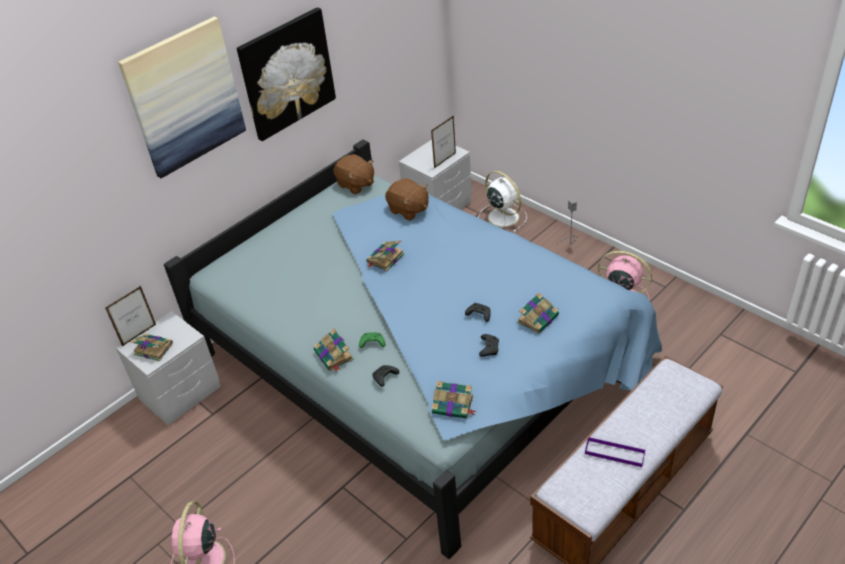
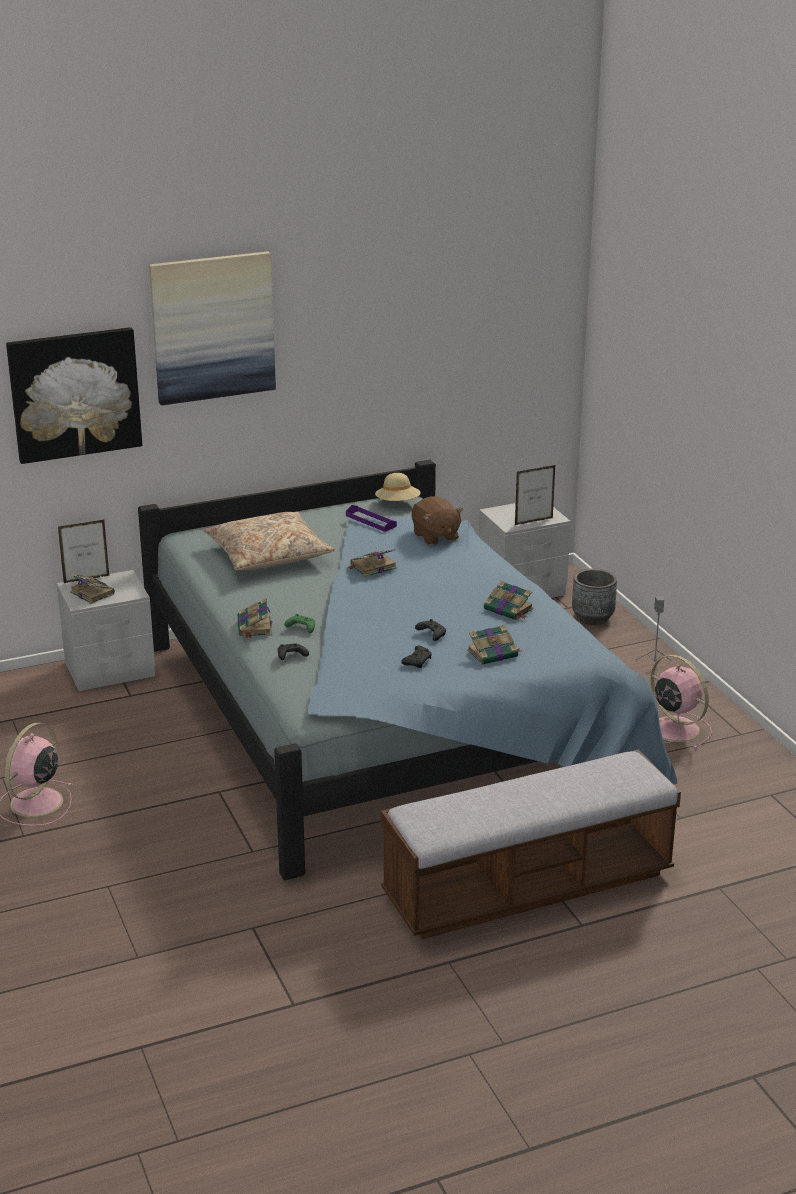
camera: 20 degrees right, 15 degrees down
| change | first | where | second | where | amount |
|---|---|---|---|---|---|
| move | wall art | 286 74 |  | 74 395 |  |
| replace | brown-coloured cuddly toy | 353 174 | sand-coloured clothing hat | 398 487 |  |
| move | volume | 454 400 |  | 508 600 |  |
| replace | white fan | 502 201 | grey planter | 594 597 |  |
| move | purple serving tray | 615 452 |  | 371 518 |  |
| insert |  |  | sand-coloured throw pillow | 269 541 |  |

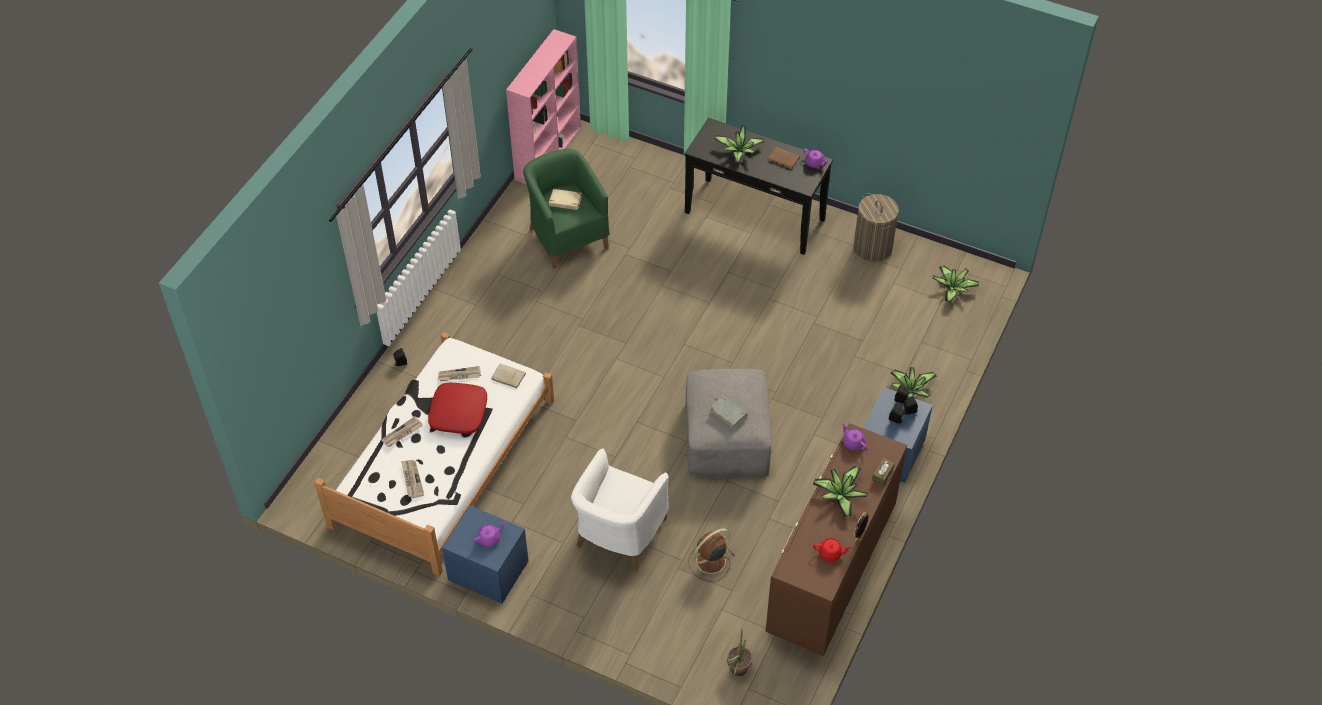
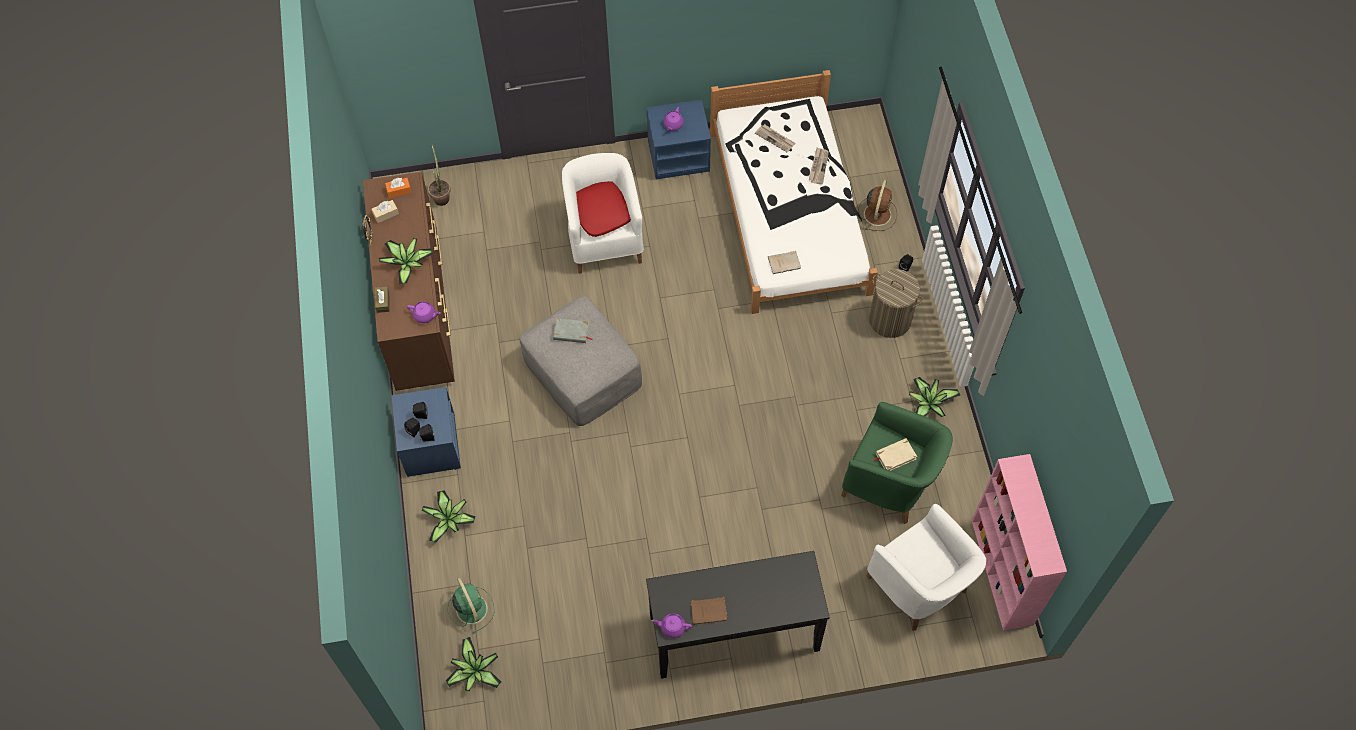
camera: 145 degrees right, 10 degrees up
| change | first | where | second | where | amount |
|---|---|---|---|---|---|
| move | red throw pillow | 457 408 |  | 603 209 |  |
| delete | printed paper | 459 373 |  |  |  |
| move | brown-coloured fan | 711 555 |  | 877 205 |  |
| move | plant in a pot | 739 144 |  | 934 397 |  |
| replace | red tea pot | 832 549 | sand-coloured tissue box | 385 211 |  |
| move | laundry basket | 876 227 |  | 896 303 |  |
| insert |  |  | orange tissue box | 398 188 |  |
| insert |  |  | greenish fan | 471 605 |  |
| insert |  |  | white armchair | 926 567 |  |

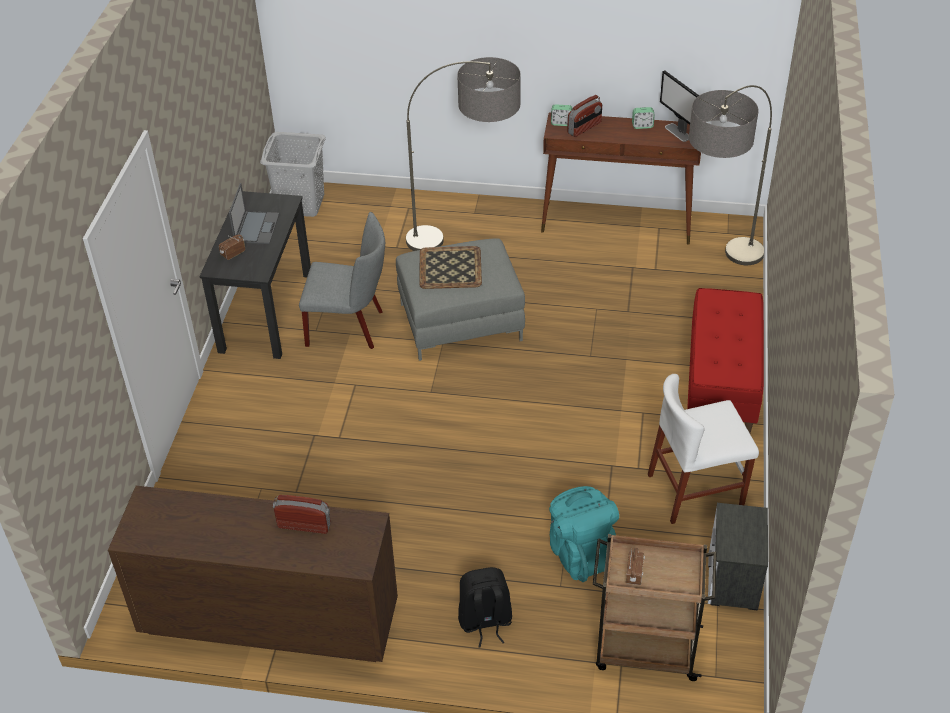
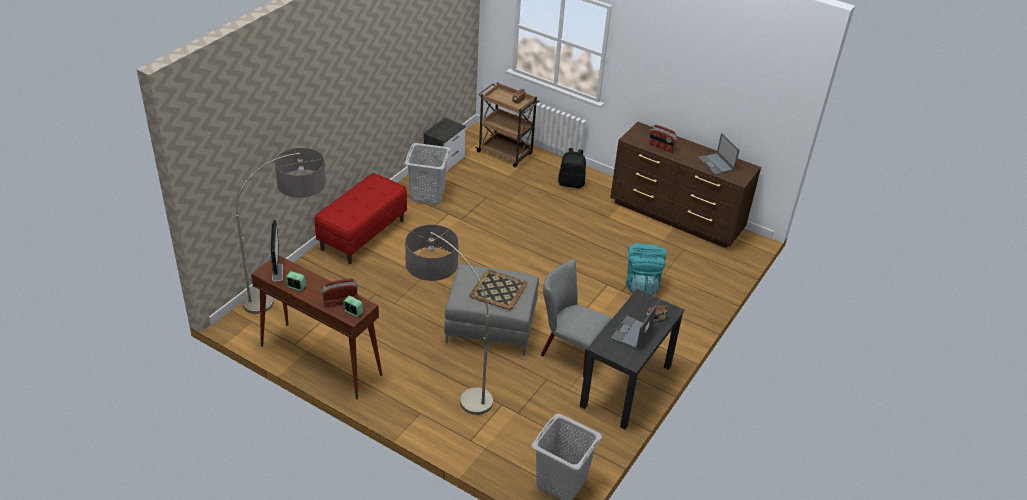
camera: 160 degrees left, 5 degrees down
| change | first | where | second | where | amount |
|---|---|---|---|---|---|
| move | blue-green backpack | 584 534 |  | 645 269 |  |
| replace | white chair | 703 449 | grey laundry basket | 428 174 |  |
| insert |  |  | portable computer | 718 154 |  |

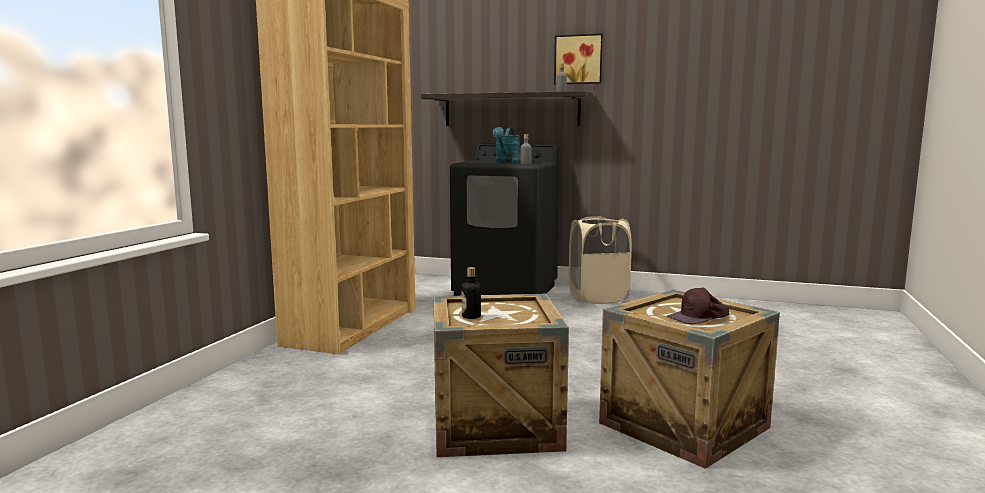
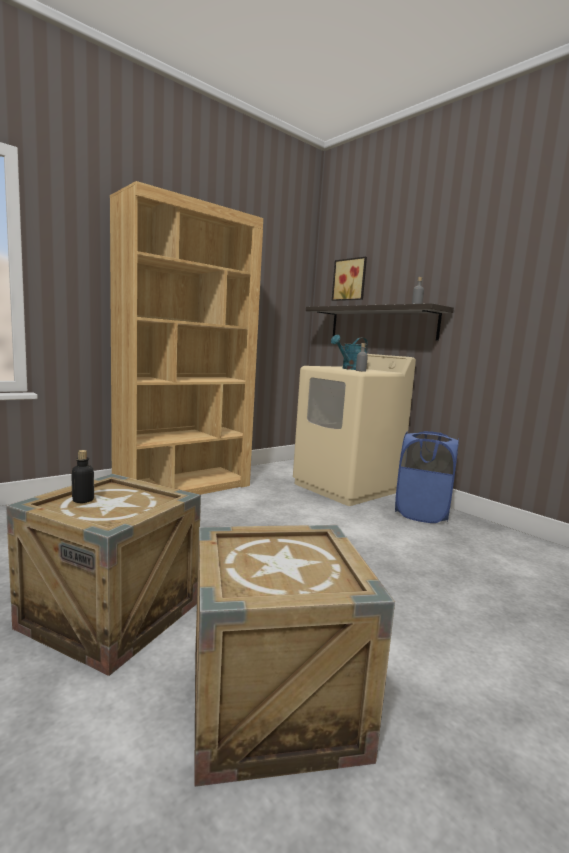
camera: 30 degrees right, 0 degrees up
| change | first | where | second | where | amount |
|---|---|---|---|---|---|
| recolor | blackish washing machine | 504 220 | sand-coloured washing machine | 354 430 |  |
| move | wall art | 578 58 |  | 349 279 |  |
| recolor | sand-coloured laundry basket | 600 260 | blue-coloured laundry basket | 427 477 |  |
| delete | brown-coloured cap | 698 305 |  |  |  |

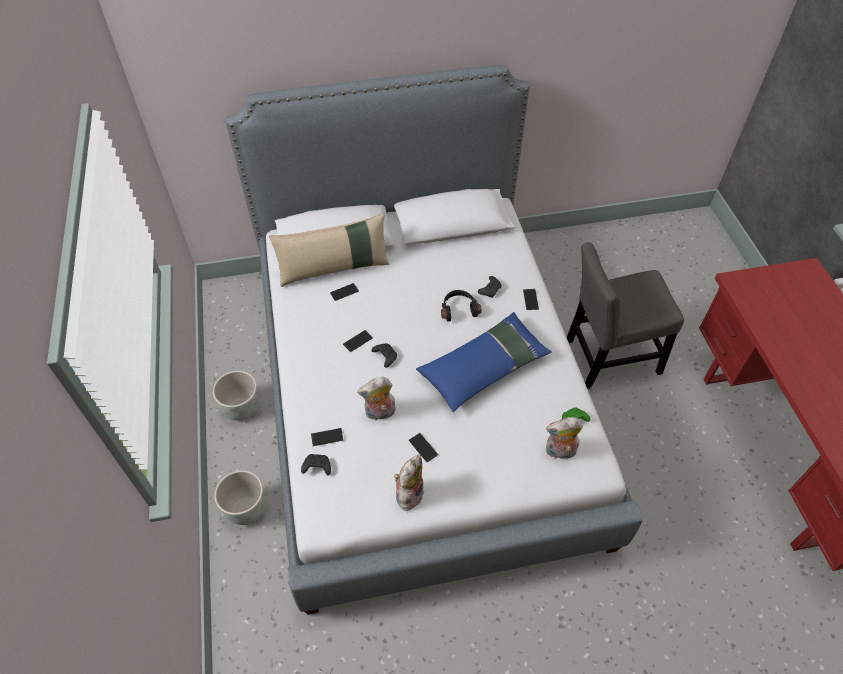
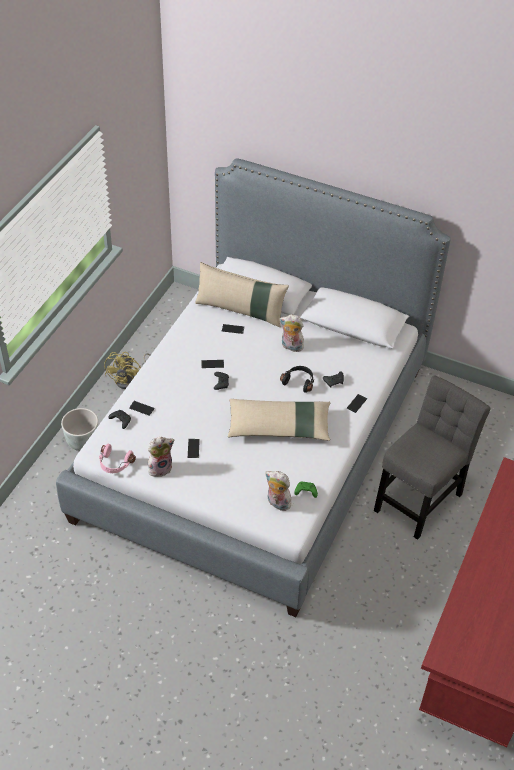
camera: 35 degrees right, 5 degrees down
| change | first | where | second | where | amount |
|---|---|---|---|---|---|
| replace | grey planter | 236 396 | yellowish fan | 127 370 |  |
| move | cuddly toy | 376 398 |  | 291 333 |  |
| recolor | blue-coloured throw pillow | 484 362 | sand-coloured throw pillow | 279 420 |  |
| rotate | grey chair | 625 315 |  | 432 458 | 105 degrees clockwise |
| insert |  |  | pink-coloured headset | 117 458 |  |

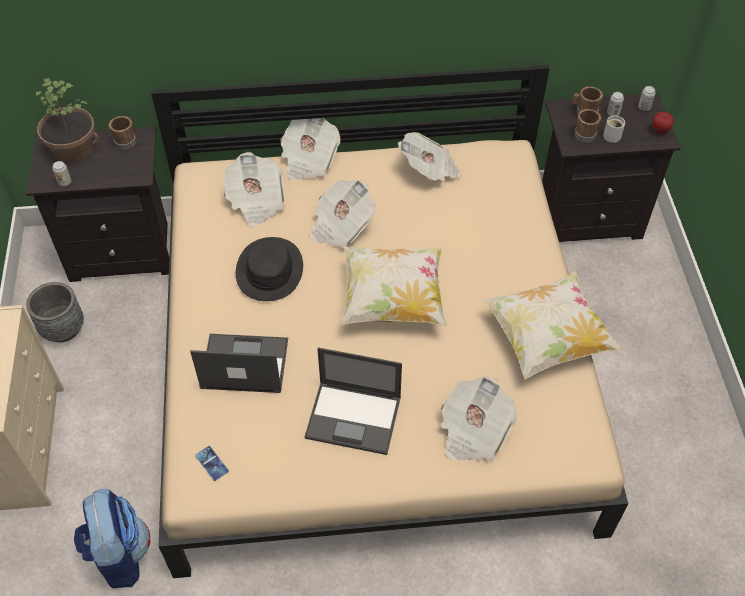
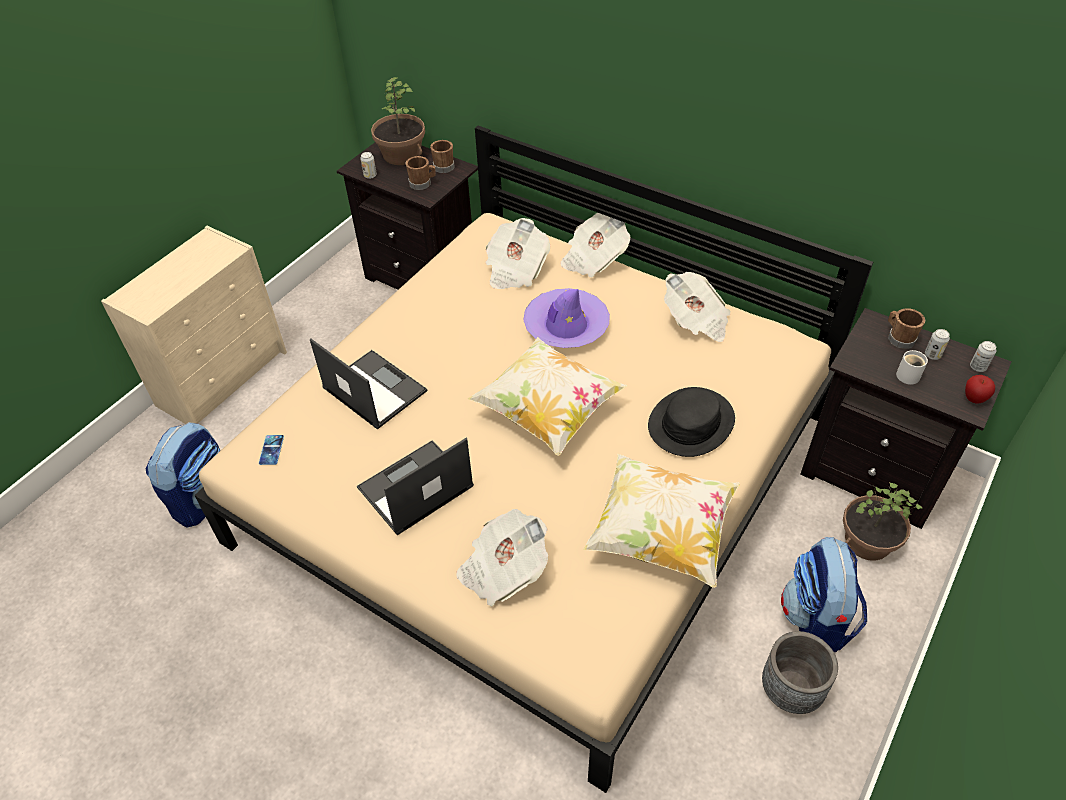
camera: 40 degrees right, 5 degrees down
| change | first | where | second | where | amount |
|---|---|---|---|---|---|
| move | grey planter | 55 312 |  | 800 672 |  |
| move | blackish clothing hat | 269 269 |  | 691 422 |  |
| rotate | portable computer | 353 401 |  | 415 486 | 90 degrees clockwise |
| replace | printed paper | 342 214 | purple clothing hat | 566 318 |  |
| move | brown-coloured tea mug | 587 125 |  | 421 173 |  |
| insert |  |  | backpack | 824 594 |  |
| insert |  |  | plant in a pot | 883 522 |  |

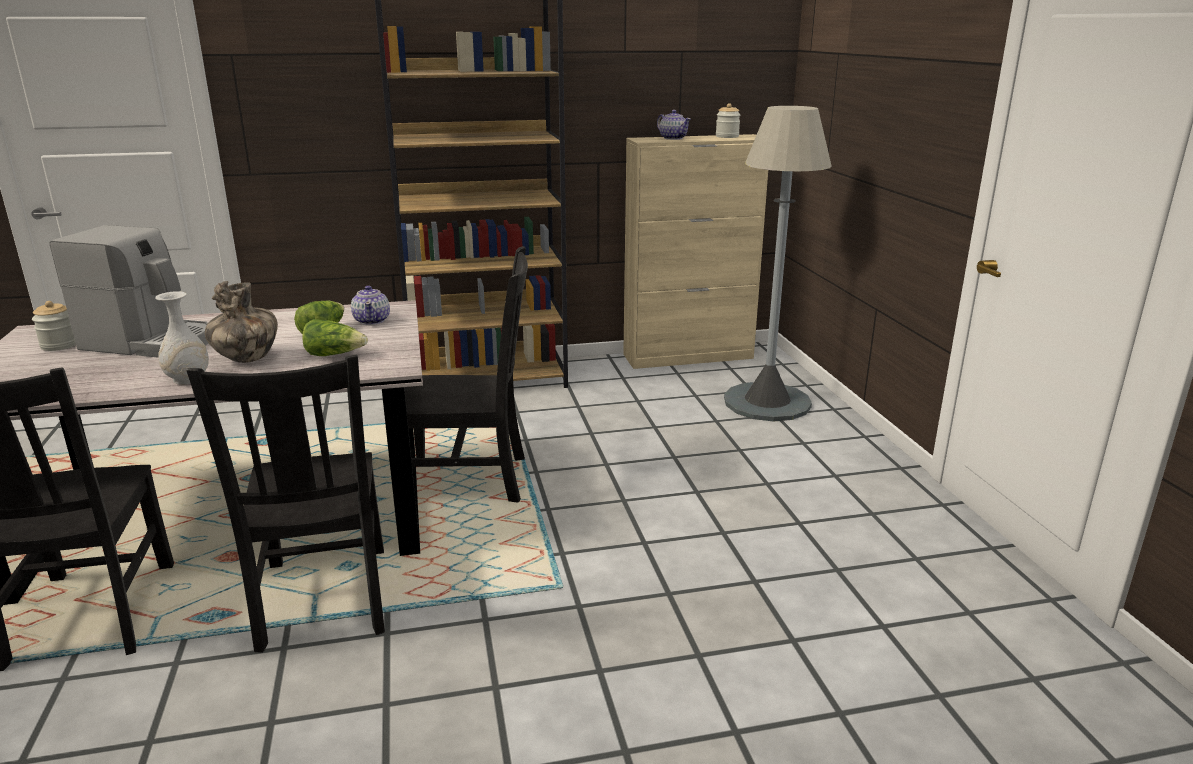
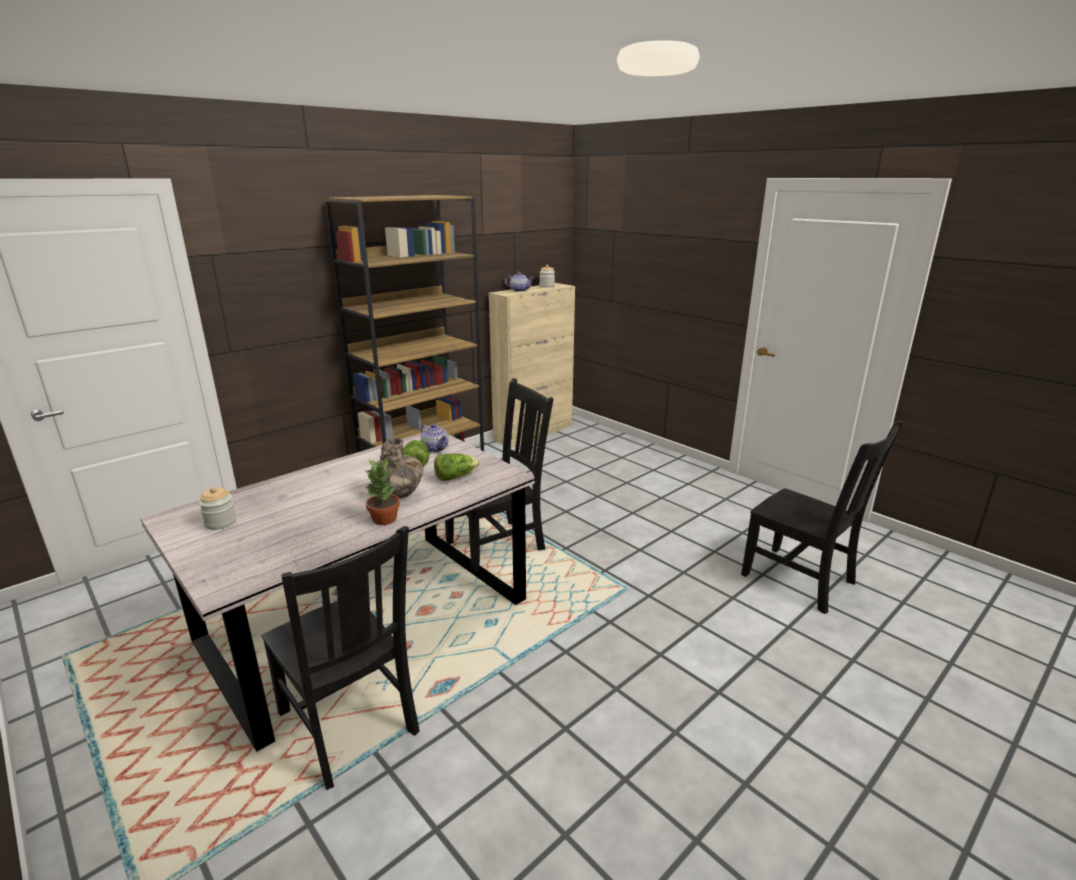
camera: 30 degrees left, 0 degrees up
| change | first | where | second | where | amount |
|---|---|---|---|---|---|
| delete | coffee maker | 129 291 |  |  |  |
| replace | white vase | 182 338 | plant in a pot | 382 491 |  |
| move | blackish chair | 286 503 |  | 822 517 |  |
| delete | grey floor lamp | 778 263 |  |  |  |

